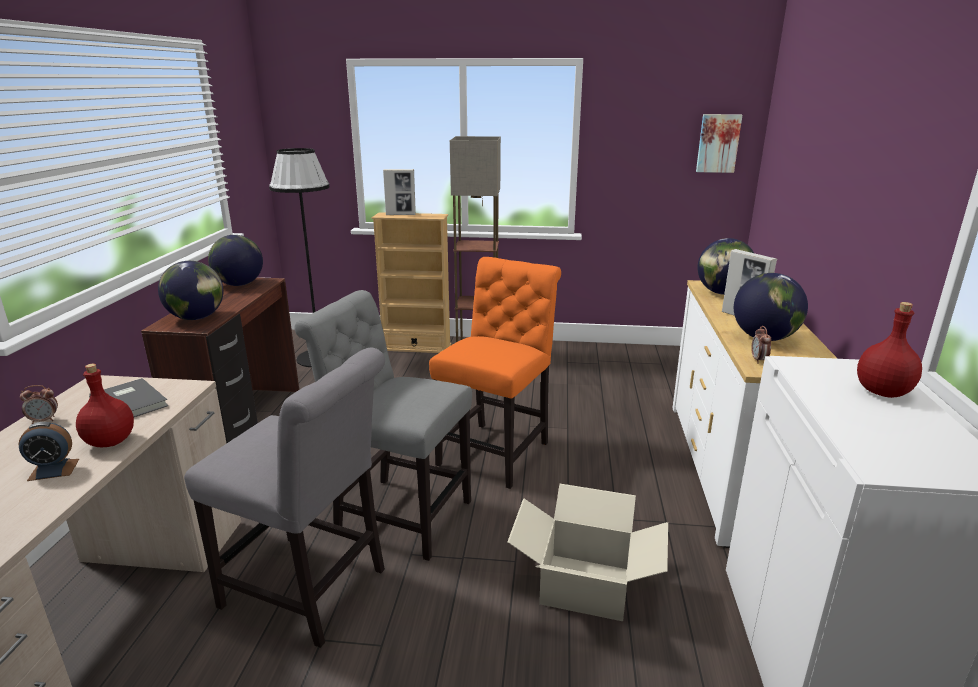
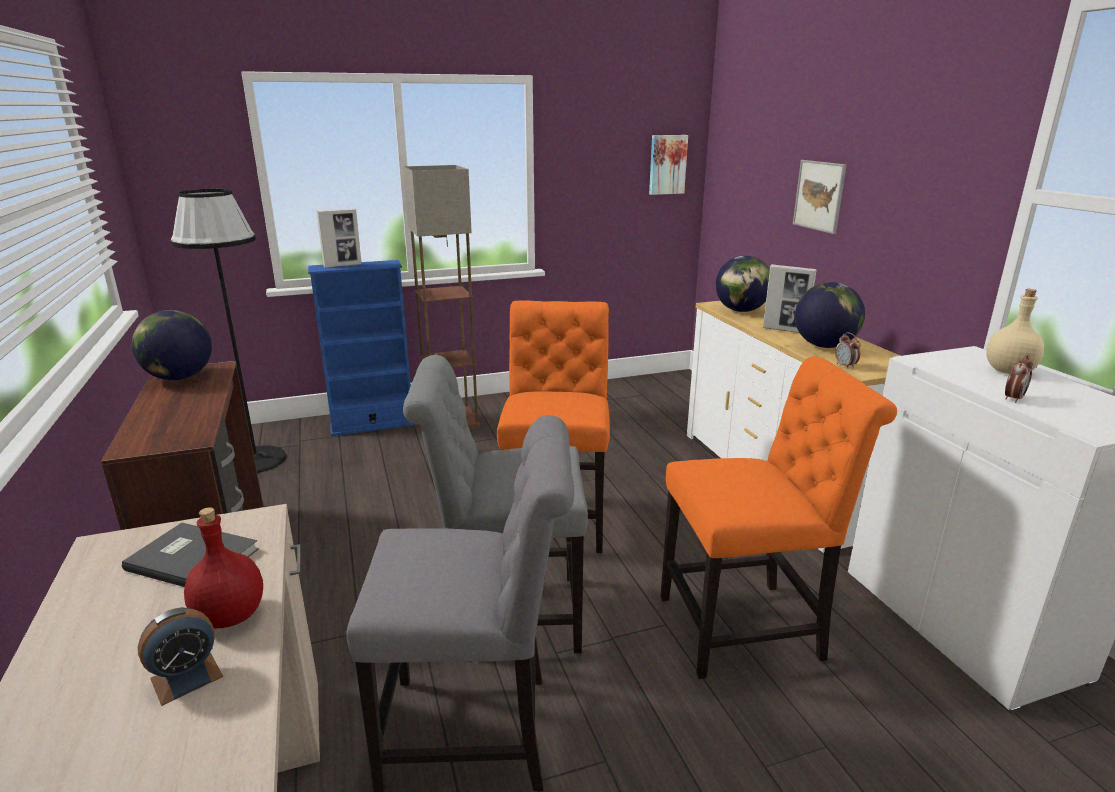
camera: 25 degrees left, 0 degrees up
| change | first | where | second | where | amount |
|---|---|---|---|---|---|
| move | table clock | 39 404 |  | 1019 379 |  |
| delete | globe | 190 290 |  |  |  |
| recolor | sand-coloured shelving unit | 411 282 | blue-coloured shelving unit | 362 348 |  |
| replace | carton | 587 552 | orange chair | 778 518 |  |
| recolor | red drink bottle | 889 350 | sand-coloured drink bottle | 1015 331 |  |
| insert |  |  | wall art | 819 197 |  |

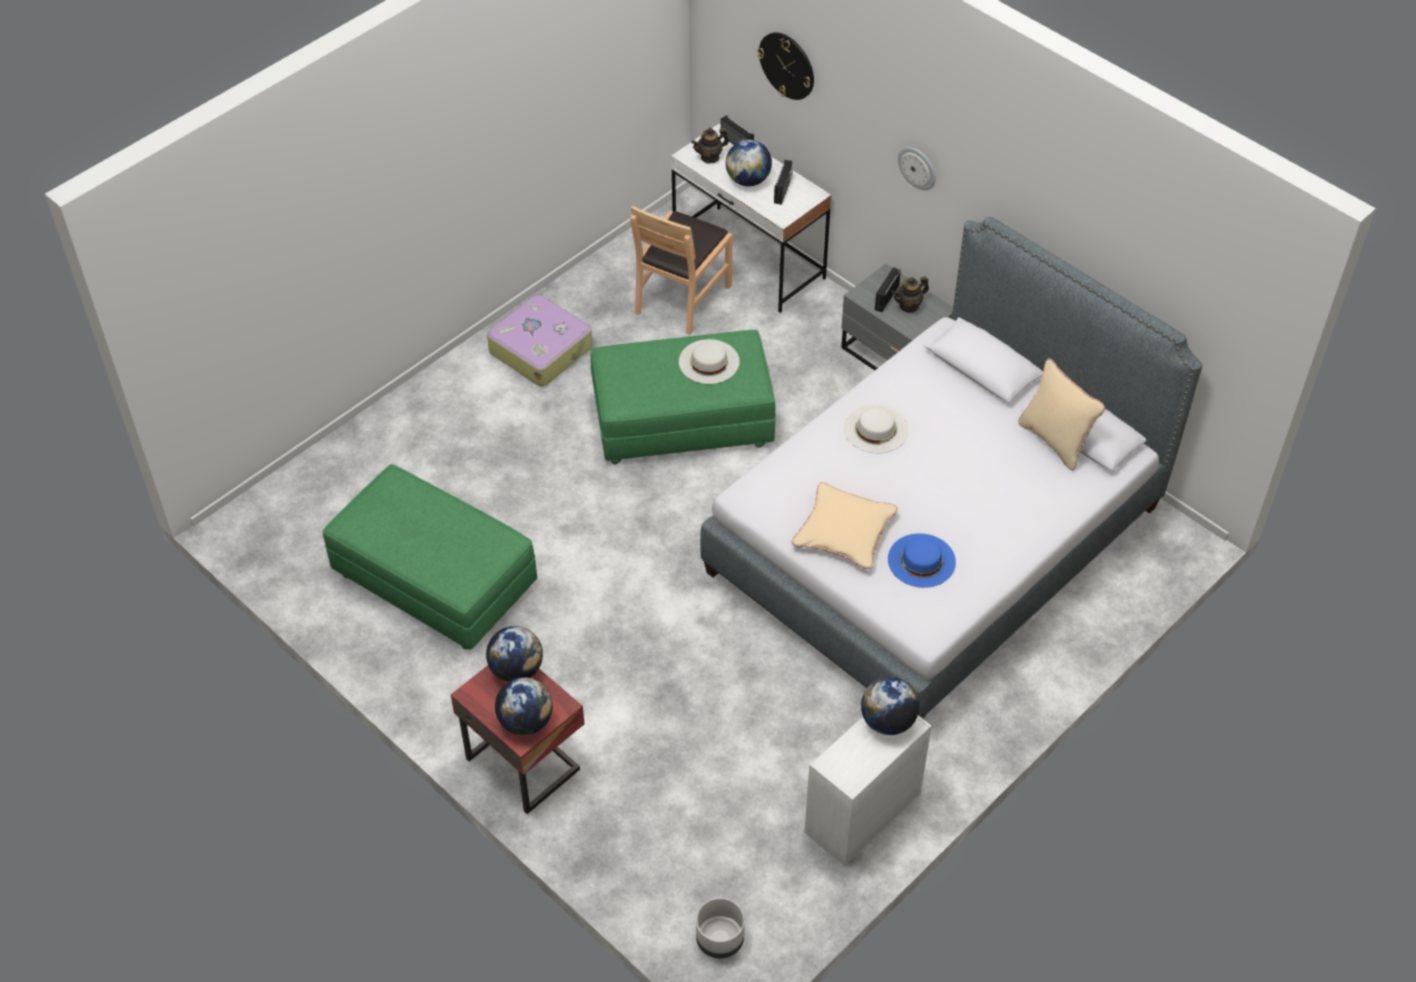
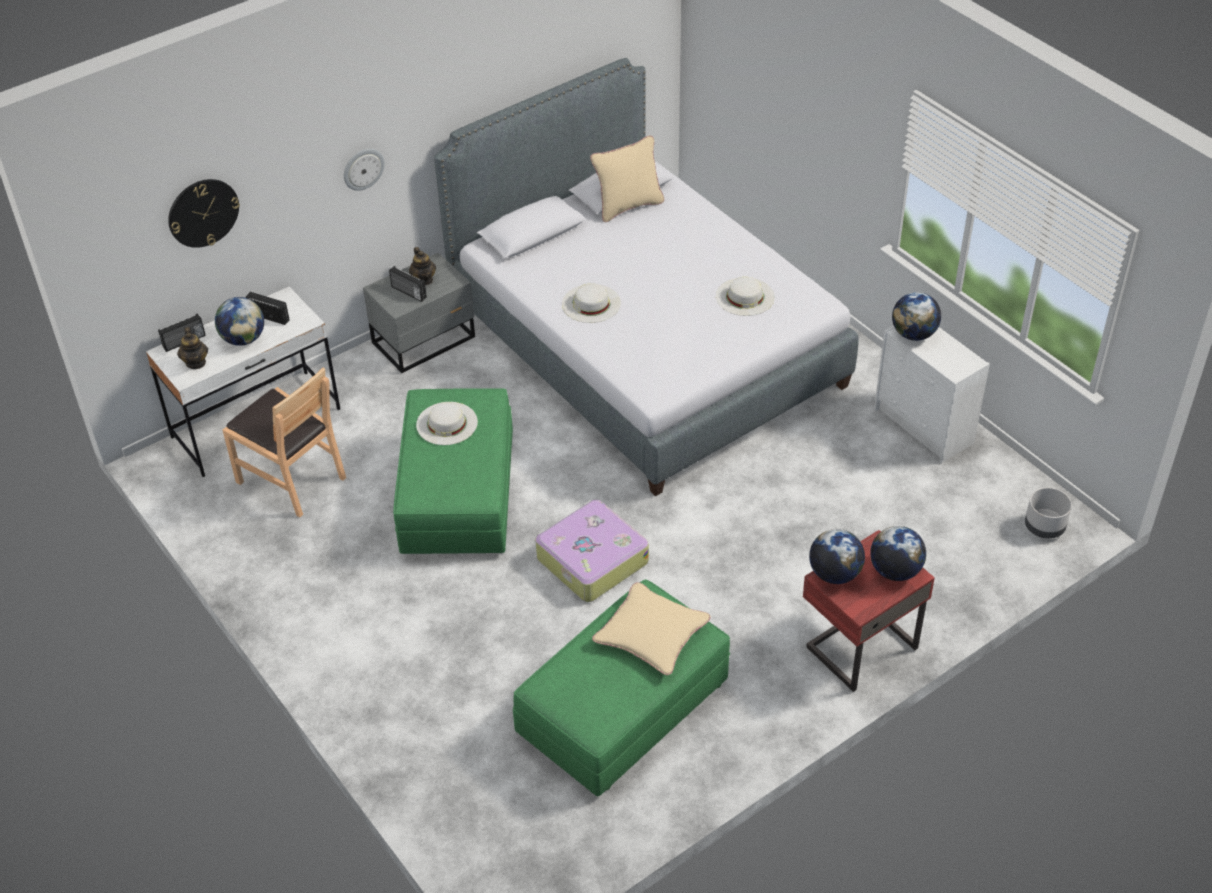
camera: 80 degrees left, 5 degrees down
| change | first | where | second | where | amount |
|---|---|---|---|---|---|
| move | suitcase | 539 340 |  | 592 551 |  |
| move | sand-coloured throw pillow | 844 525 |  | 651 628 |  |
| recolor | blue-coloured clothing hat | 922 560 | white clothing hat | 745 296 |  |

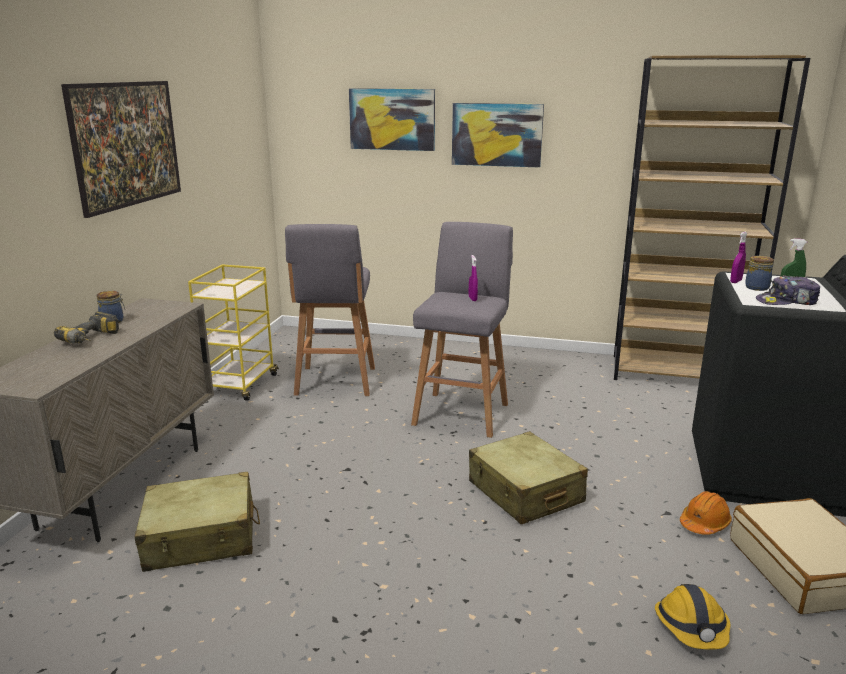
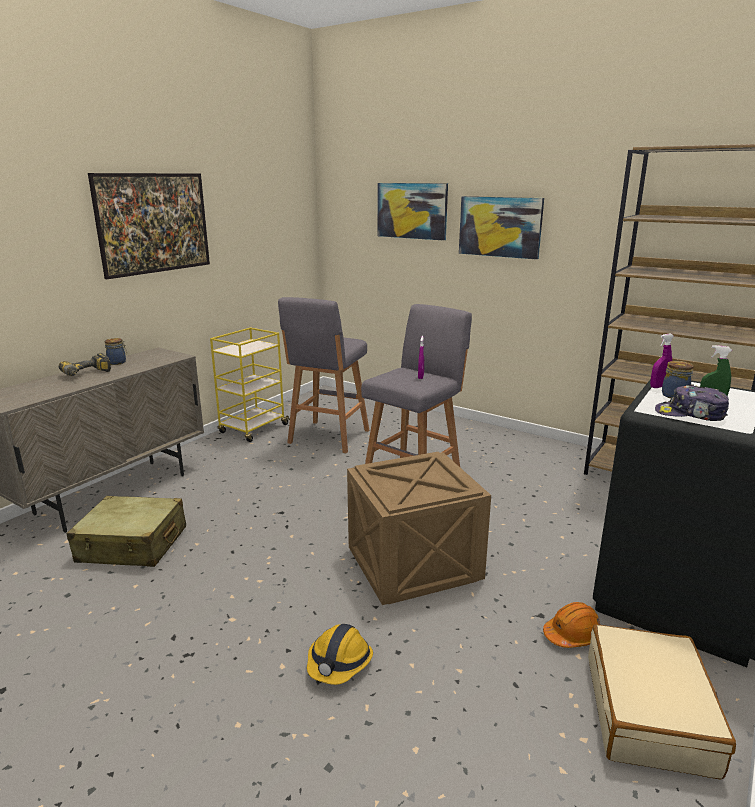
camera: 20 degrees right, 0 degrees up
| change | first | where | second | where | amount |
|---|---|---|---|---|---|
| replace | sand-coloured suitcase | 528 477 | crate | 419 528 |  |
| move | work helmet | 693 617 |  | 340 654 |  |

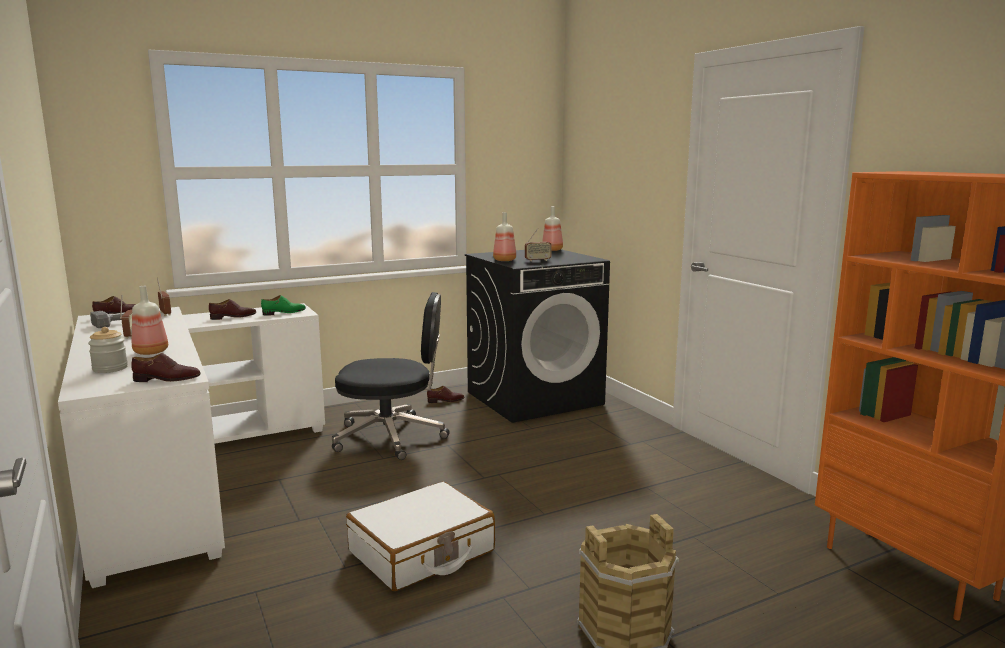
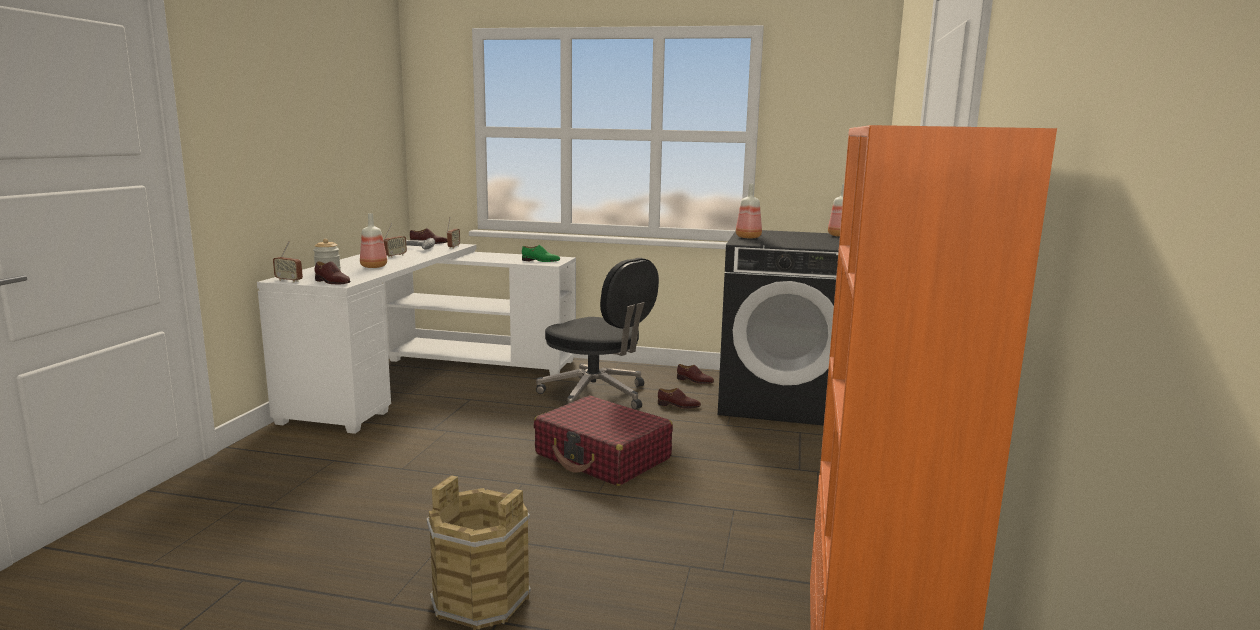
camera: 40 degrees right, 0 degrees up
| change | first | where | second | where | amount |
|---|---|---|---|---|---|
| move | brown-coloured low shoe | 232 309 |  | 679 398 |  |
| delete | white suitcase | 420 536 |  |  |  |
| move | radio | 538 245 |  | 288 262 |  |
| insert |  |  | red suitcase | 603 441 |  |

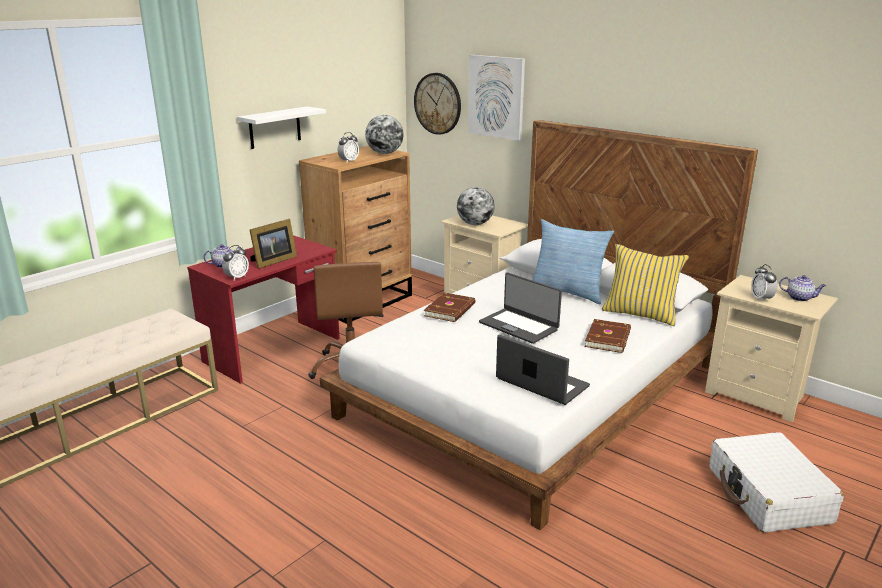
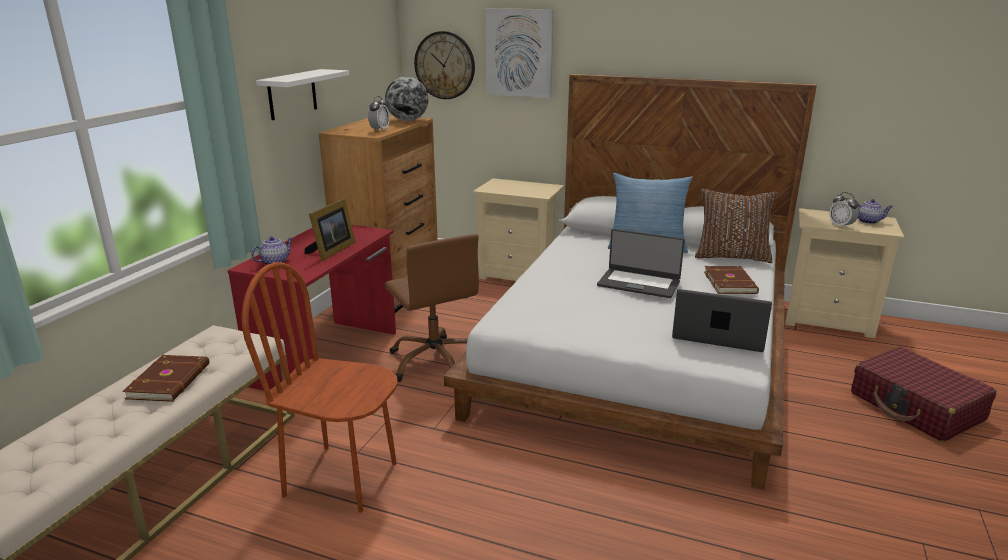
camera: 20 degrees left, 0 degrees up
| change | first | where | second | where | amount |
|---|---|---|---|---|---|
| delete | table clock | 235 262 |  |  |  |
| move | brown-coloured volume | 450 307 |  | 166 378 |  |
| delete | globe | 476 206 |  |  |  |
| recolor | yellowish throw pillow | 645 285 | brown-coloured throw pillow | 736 226 |  |
| recolor | white suitcase | 777 482 | red suitcase | 924 394 |  |
| insert |  |  | brown-coloured chair | 320 387 |  |

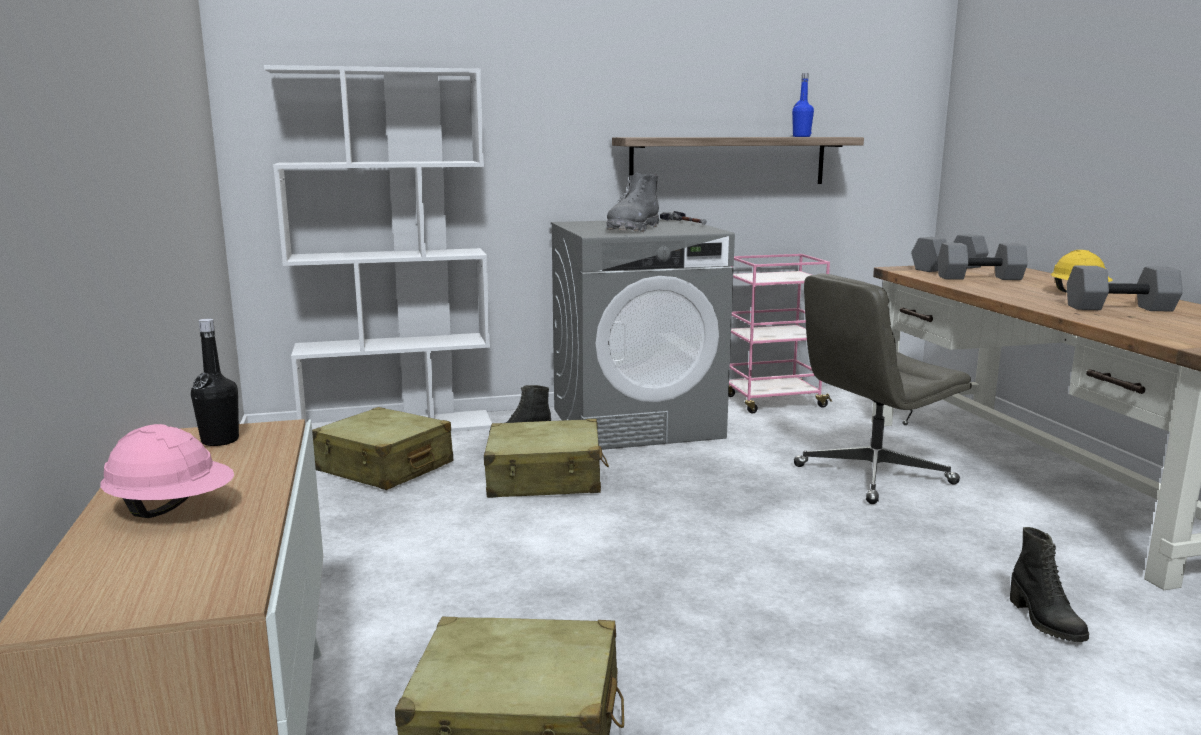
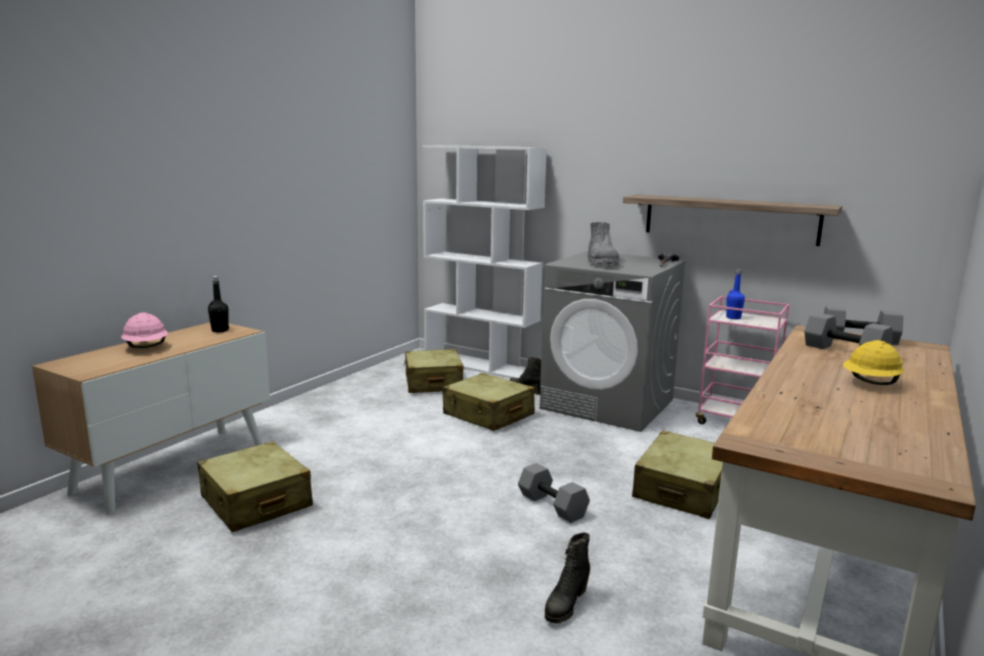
camera: 45 degrees right, 0 degrees up
| change | first | where | second | where | amount |
|---|---|---|---|---|---|
| rotate | grey boot | 632 202 |  | 604 244 | 75 degrees counterclockwise |
| move | blue-coloured drink bottle | 803 105 |  | 735 294 |  |
| replace | grey office chair | 883 389 | sand-coloured suitcase | 677 474 |  |
| move | grey hand weight | 1125 288 |  | 554 493 |  |

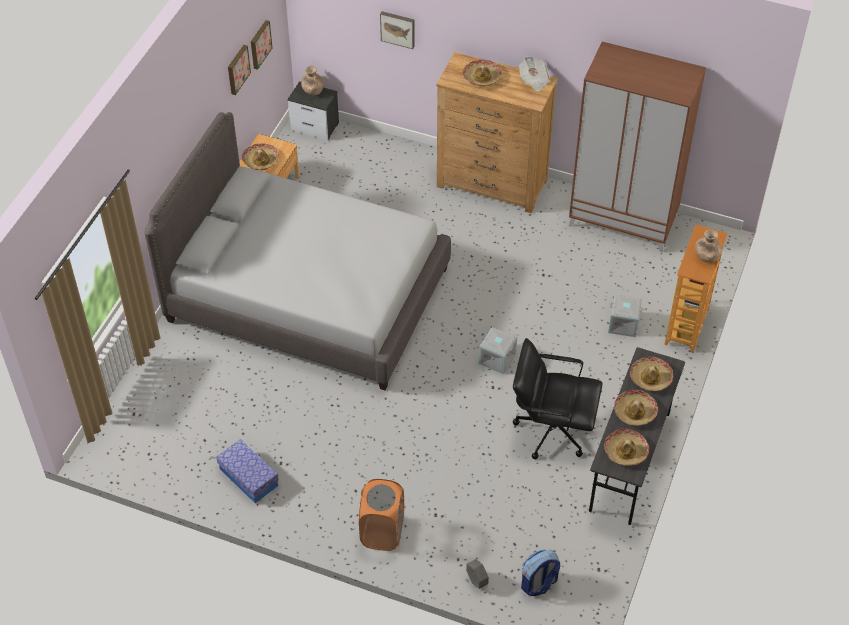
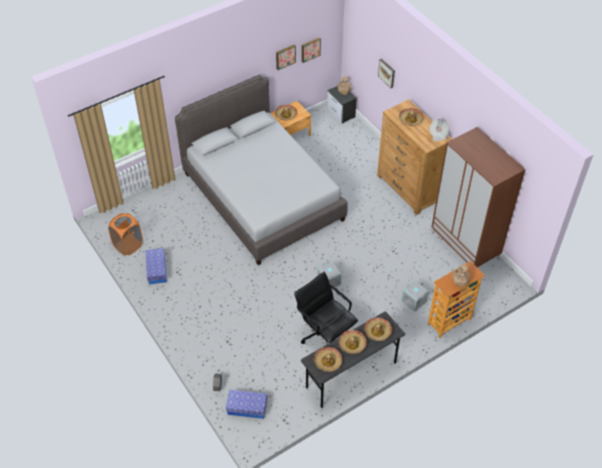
camera: 35 degrees right, 0 degrees up
| change | first | where | second | where | amount |
|---|---|---|---|---|---|
| move | orange laundry basket | 381 515 |  | 125 234 |  |
| replace | backpack | 540 572 | storage box | 247 404 |  |

